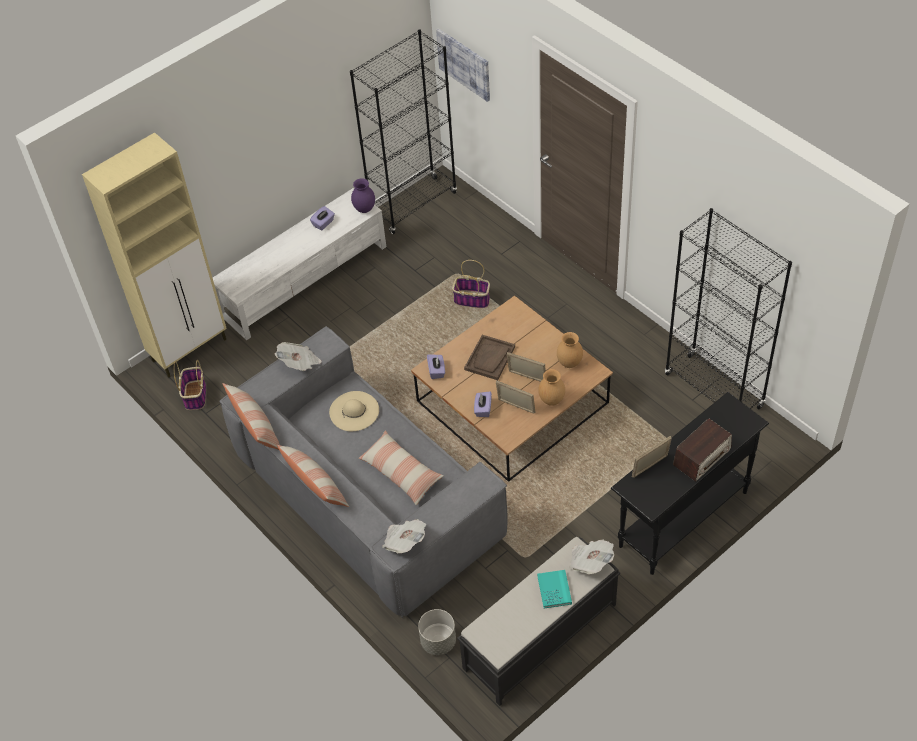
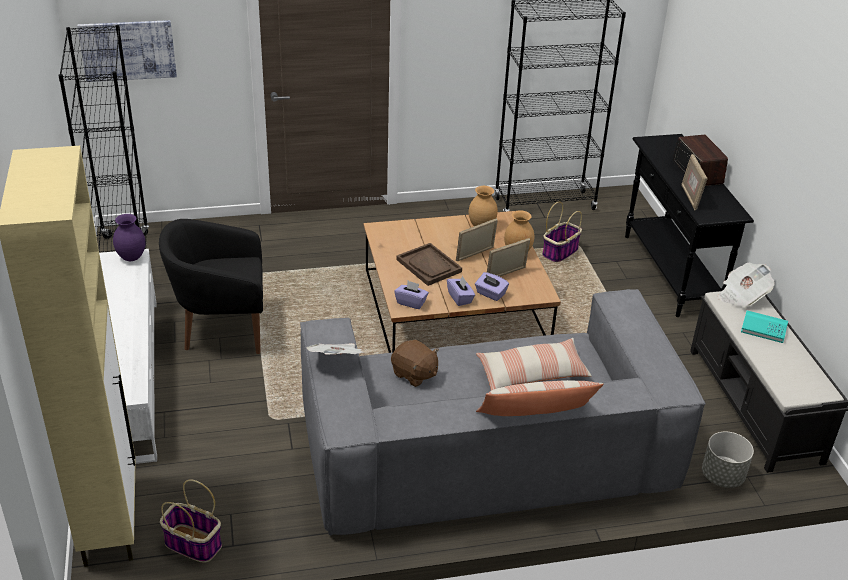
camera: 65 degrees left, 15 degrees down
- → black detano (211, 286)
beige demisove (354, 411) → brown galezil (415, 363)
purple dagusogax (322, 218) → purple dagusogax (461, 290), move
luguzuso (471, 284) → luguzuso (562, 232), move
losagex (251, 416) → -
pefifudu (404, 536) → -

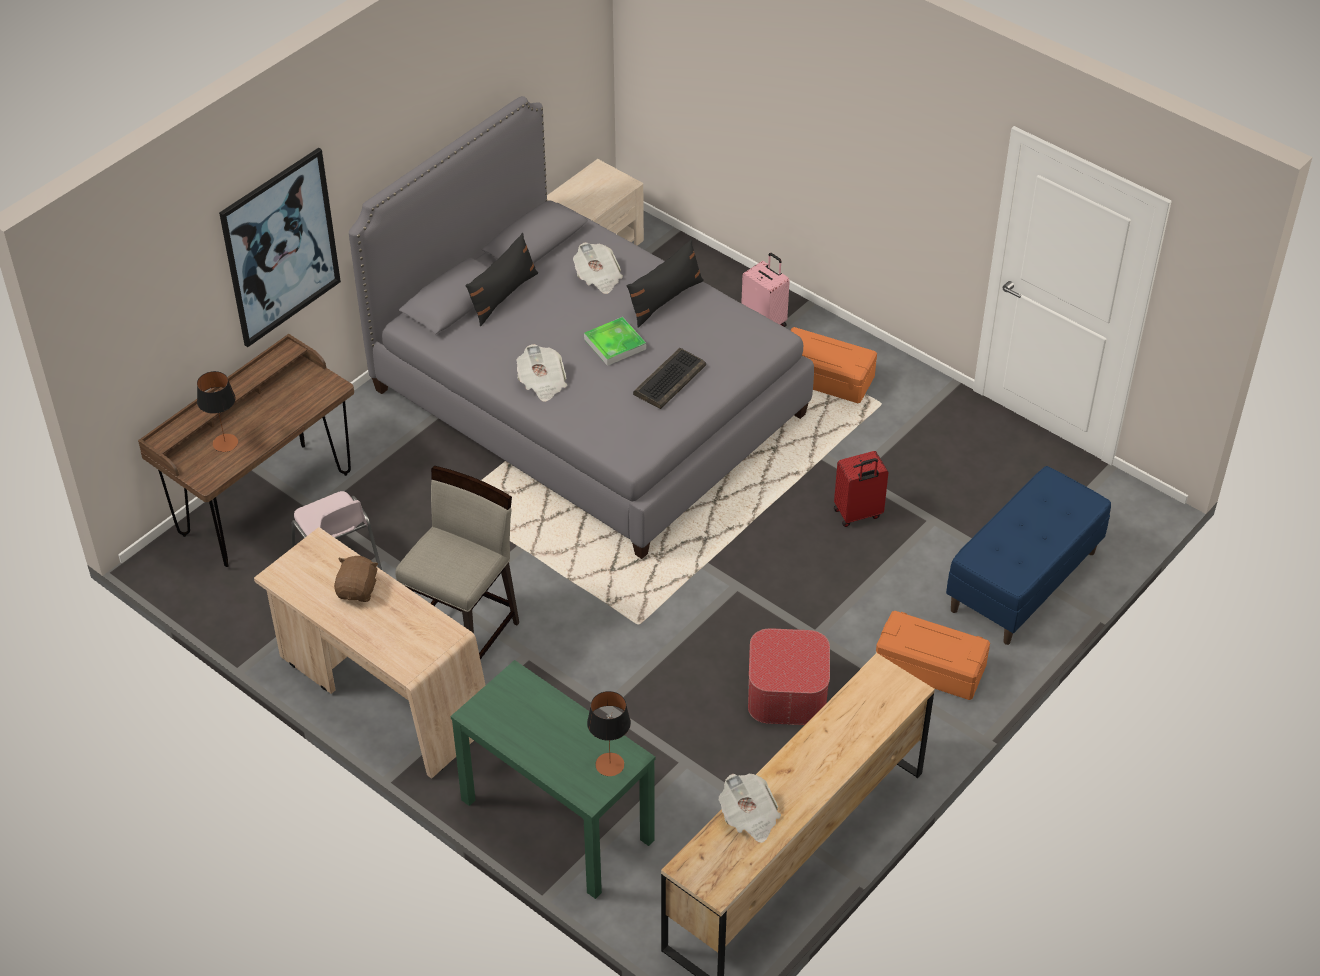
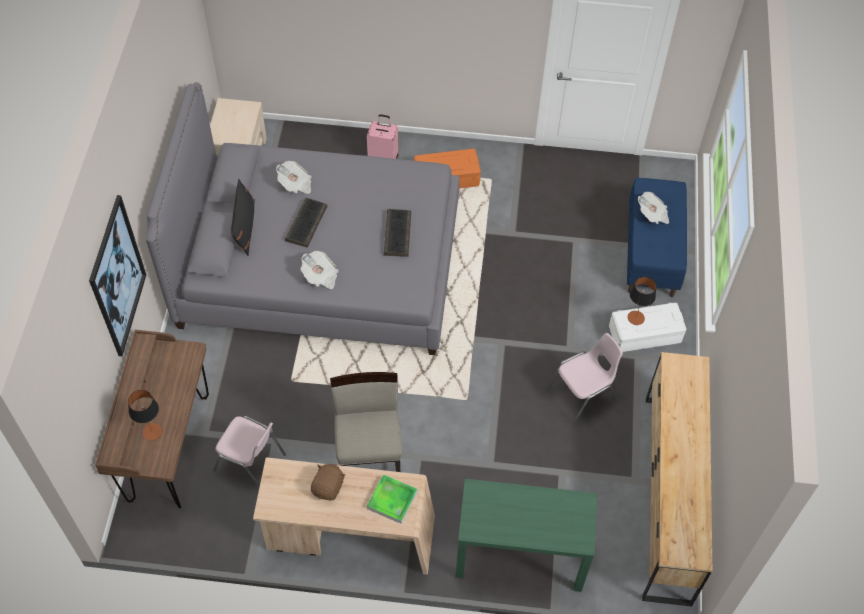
camera: 35 degrees left, 10 degrees up
- → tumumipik (306, 222)
brown galezil (356, 579) → brown galezil (328, 482), 45 degrees clockwise
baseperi (615, 341) → baseperi (392, 499), move
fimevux (789, 676) → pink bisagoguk (585, 379)
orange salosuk (933, 655) → white salosuk (647, 327)
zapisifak (609, 733) → zapisifak (642, 301), move
pefifudu (750, 808) → pefifudu (653, 208), move
black losagex (665, 283) → -
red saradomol (861, 489) → -

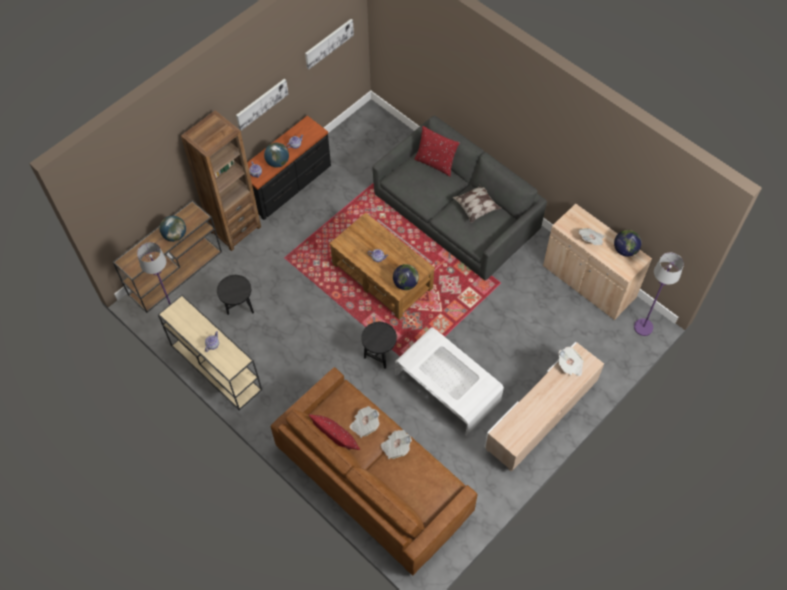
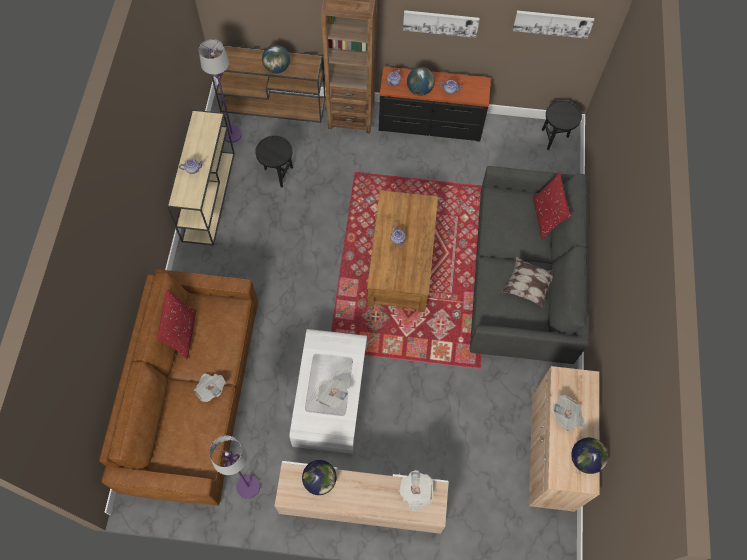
camera: 50 degrees right, 5 degrees up
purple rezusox (659, 294) → purple rezusox (234, 467), move
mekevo (406, 277) → mekevo (319, 477), move
pefifudu (364, 422) → pefifudu (332, 393), move
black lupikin (379, 345) → black lupikin (562, 125), move

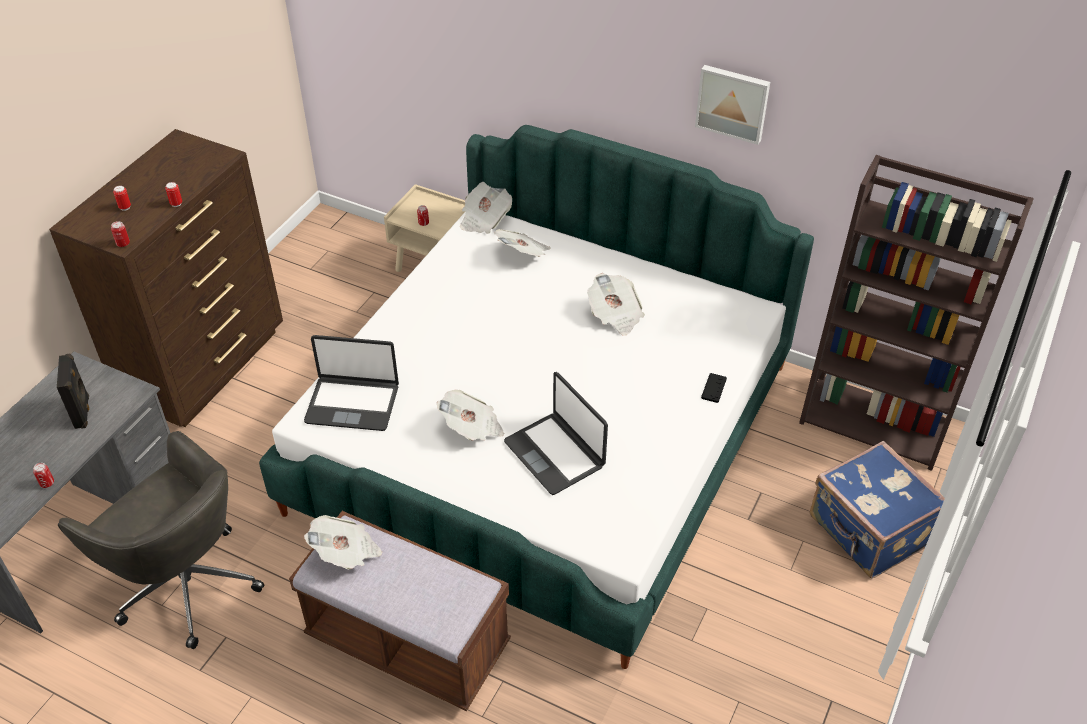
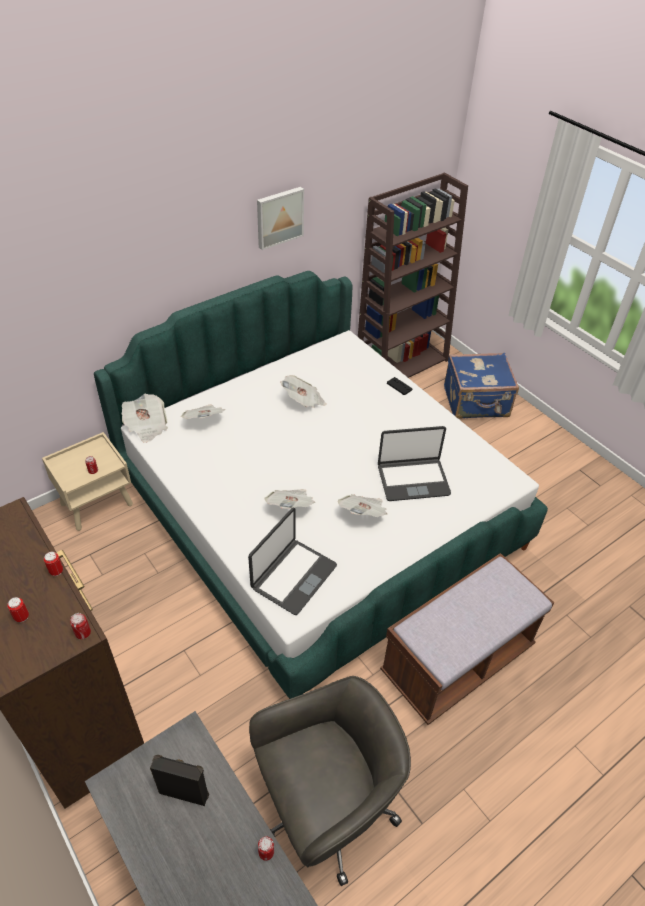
camera: 65 degrees left, 0 degrees up
pefifudu (343, 542) → pefifudu (290, 499), move

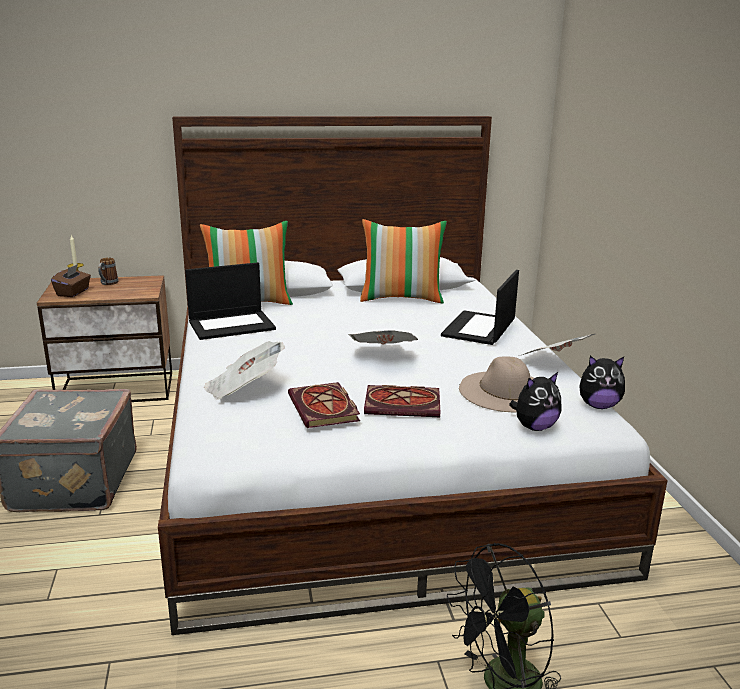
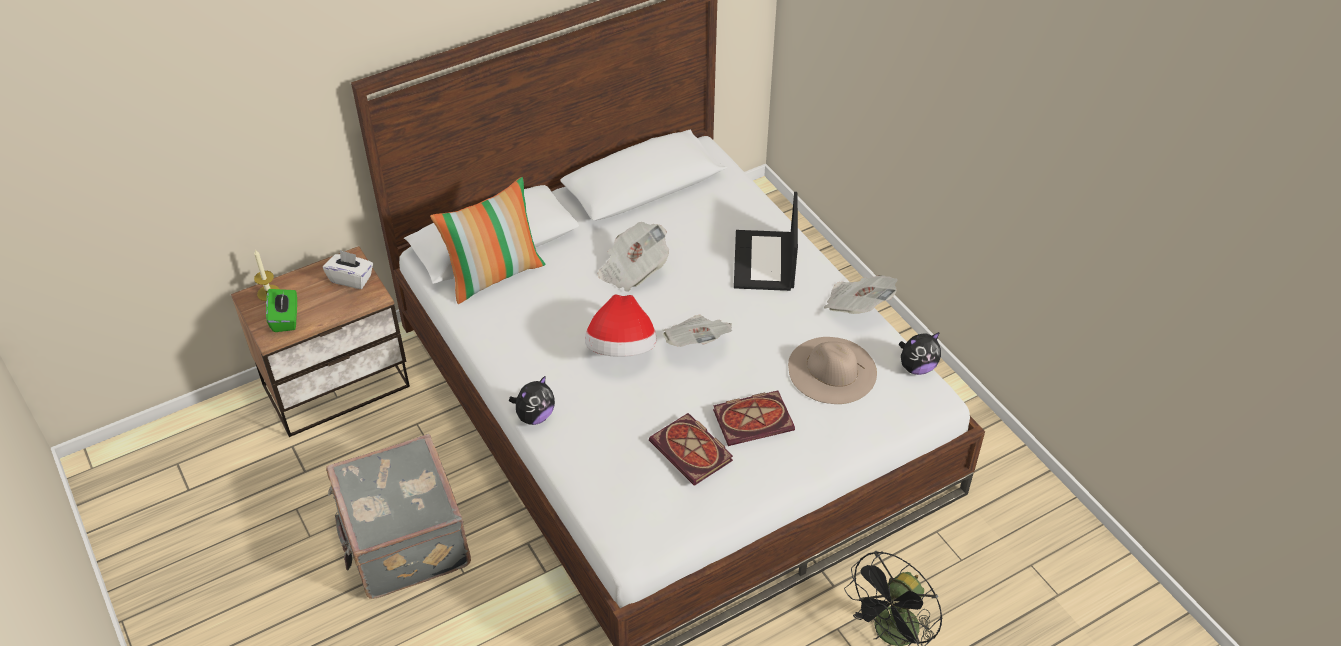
camera: 20 degrees left, 25 degrees up
brown dagusogax (71, 280) → green dagusogax (281, 310)
- → white dagusogax (348, 269)
galezil (535, 401) → galezil (532, 400), move
- → demisove (620, 326)
pefifudu (244, 370) → pefifudu (633, 257), move
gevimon (108, 271) → -
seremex (230, 301) → -
losagex (403, 261) → -

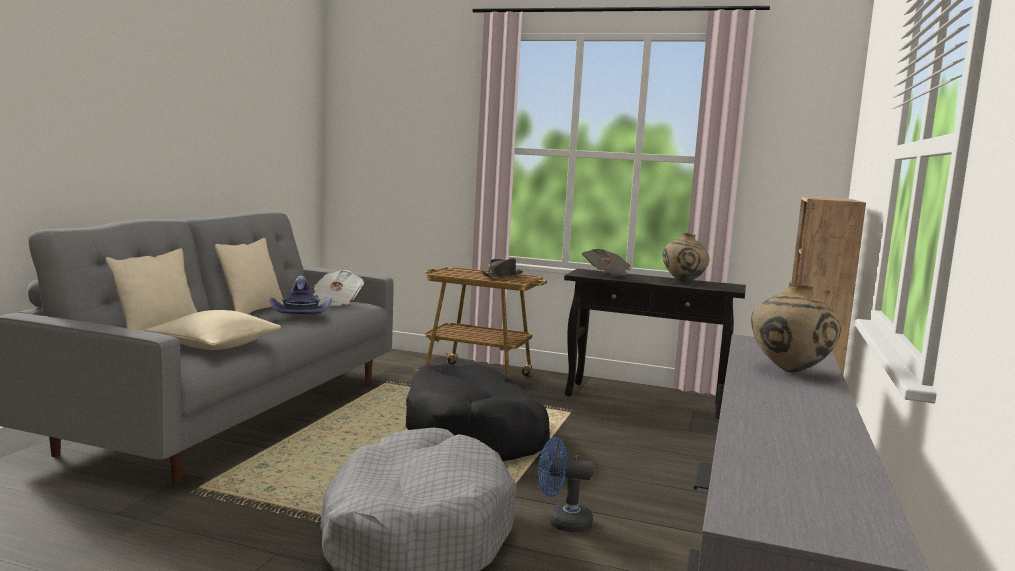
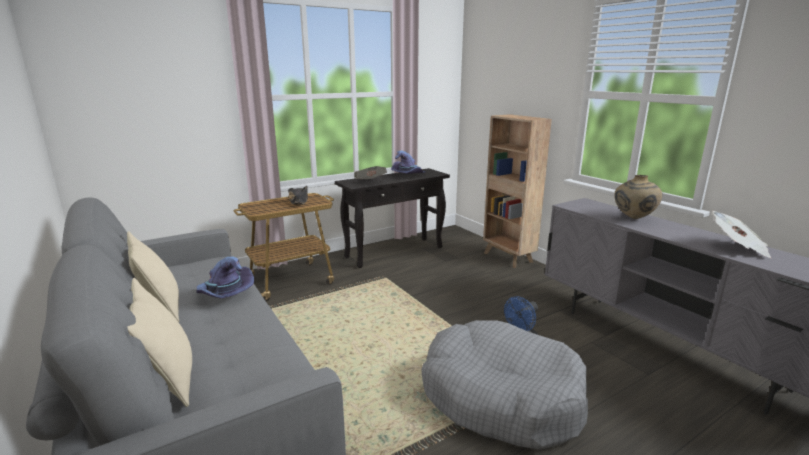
camera: 50 degrees left, 10 degrees up
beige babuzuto (686, 257) → purple demisove (408, 162)
pefifudu (338, 288) → pefifudu (741, 234), move
beige losagex (212, 330) → -
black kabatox (478, 412) → -

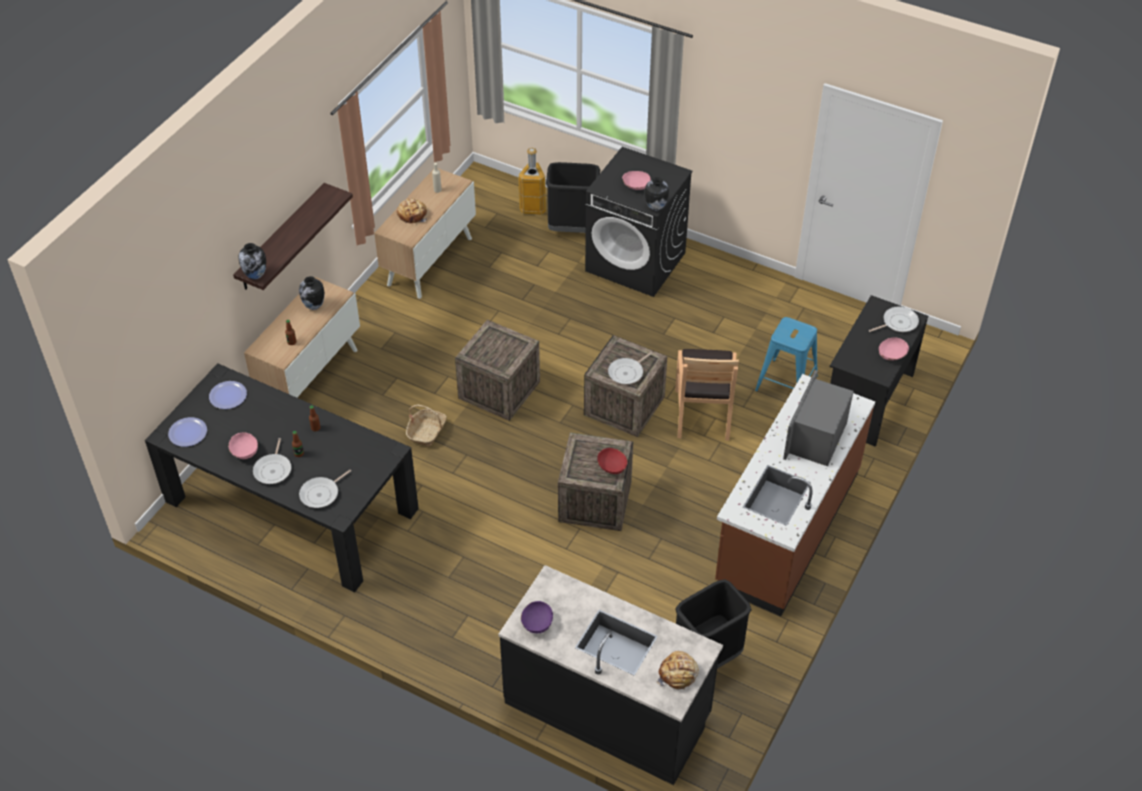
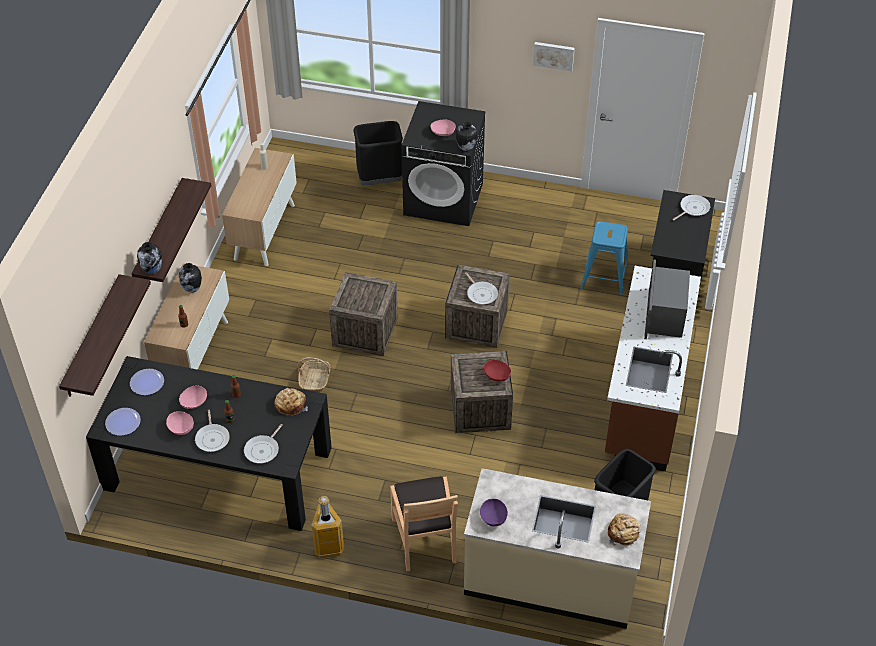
camera: 15 degrees left, 0 degrees up
- → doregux (105, 335)
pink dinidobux (894, 349) → pink dinidobux (193, 397), move
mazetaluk (412, 211) → mazetaluk (291, 402), move
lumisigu (532, 181) → lumisigu (328, 527), move
brown bisagoguk (707, 395) → brown bisagoguk (424, 523), move
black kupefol (610, 675) → beige kupefol (557, 548)
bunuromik (630, 368) → bunuromik (481, 288), 60 degrees counterclockwise
- → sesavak (554, 56)

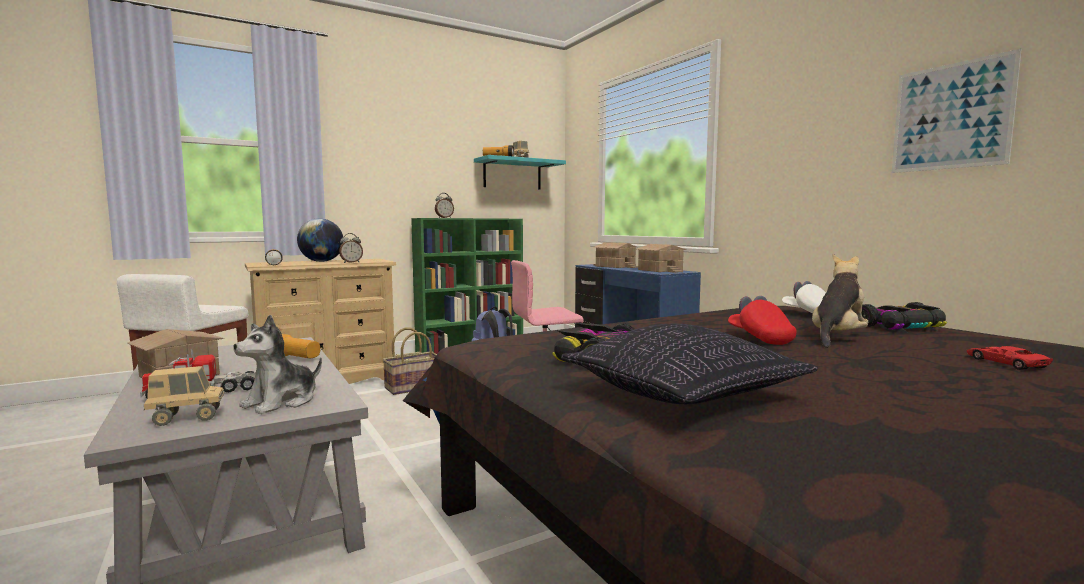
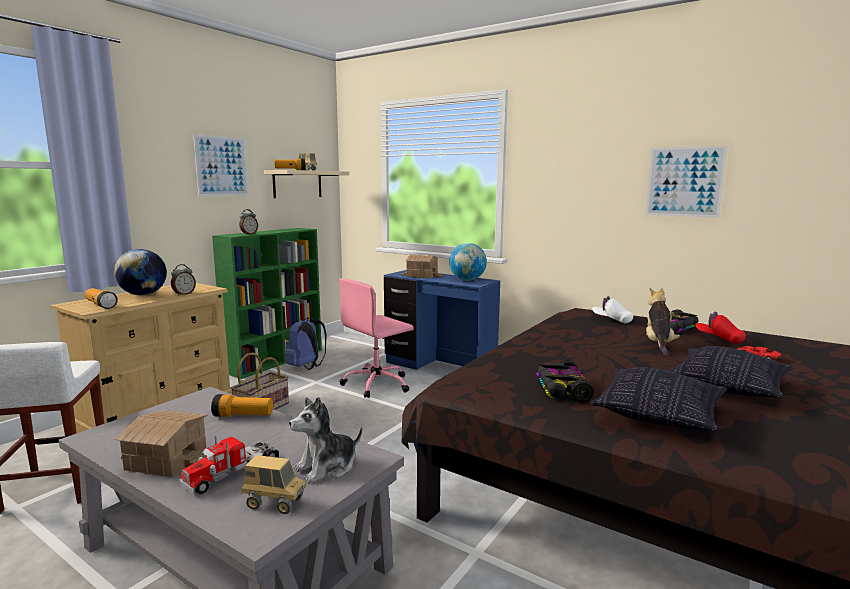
camera: 25 degrees left, 5 degrees up
- → sesavak (220, 165)
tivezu (184, 396) → tivezu (273, 484), 60 degrees clockwise
turquoise doregux (520, 172) → beige doregux (306, 184)
galezil (277, 365) → galezil (325, 440), 45 degrees clockwise
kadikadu (661, 258) → mekevo (468, 262)
- → losagex (732, 371)
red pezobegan (762, 320) → red pezobegan (721, 328), move

